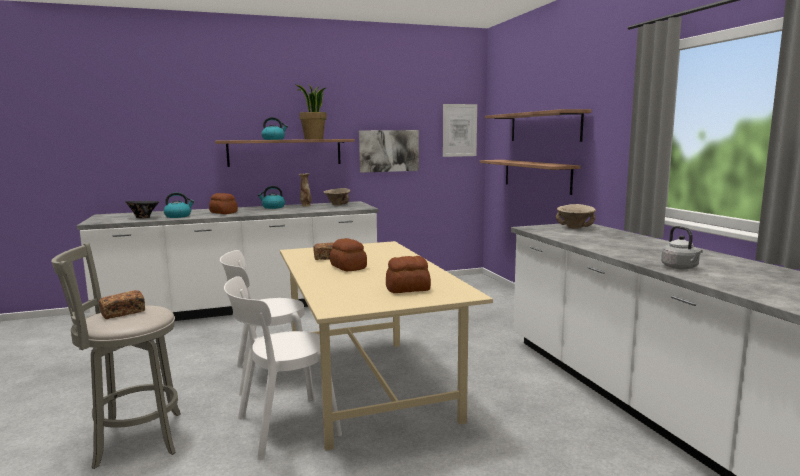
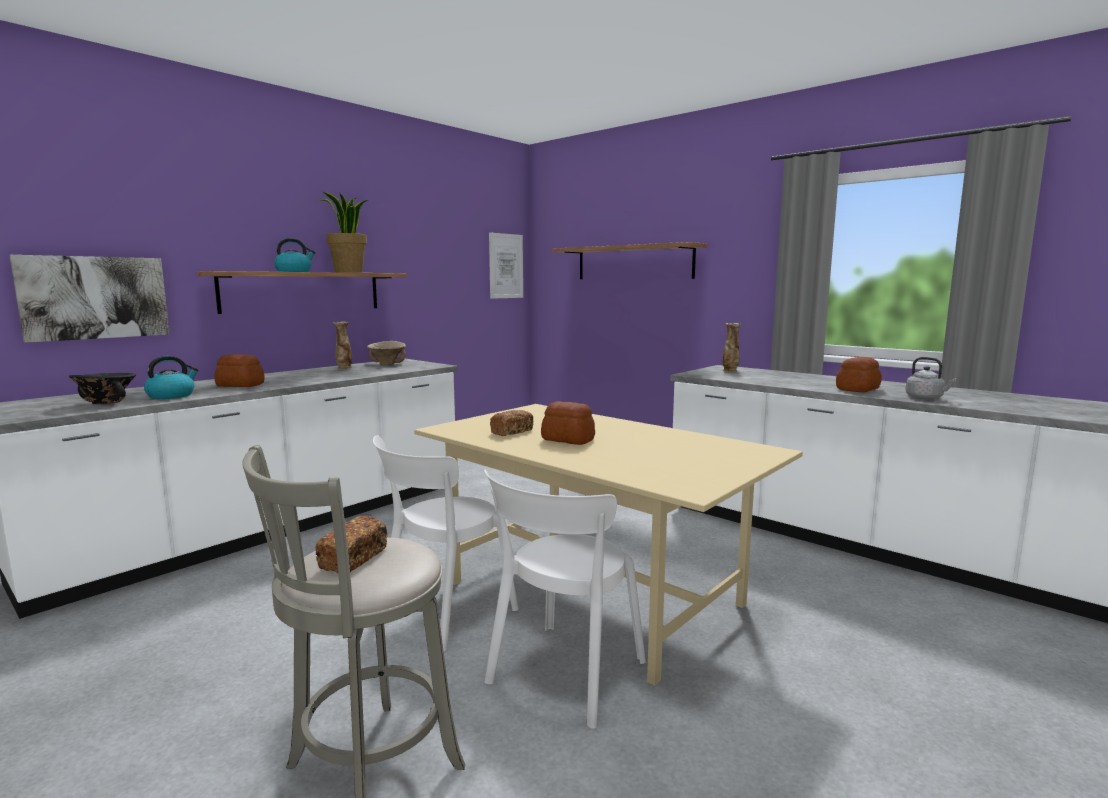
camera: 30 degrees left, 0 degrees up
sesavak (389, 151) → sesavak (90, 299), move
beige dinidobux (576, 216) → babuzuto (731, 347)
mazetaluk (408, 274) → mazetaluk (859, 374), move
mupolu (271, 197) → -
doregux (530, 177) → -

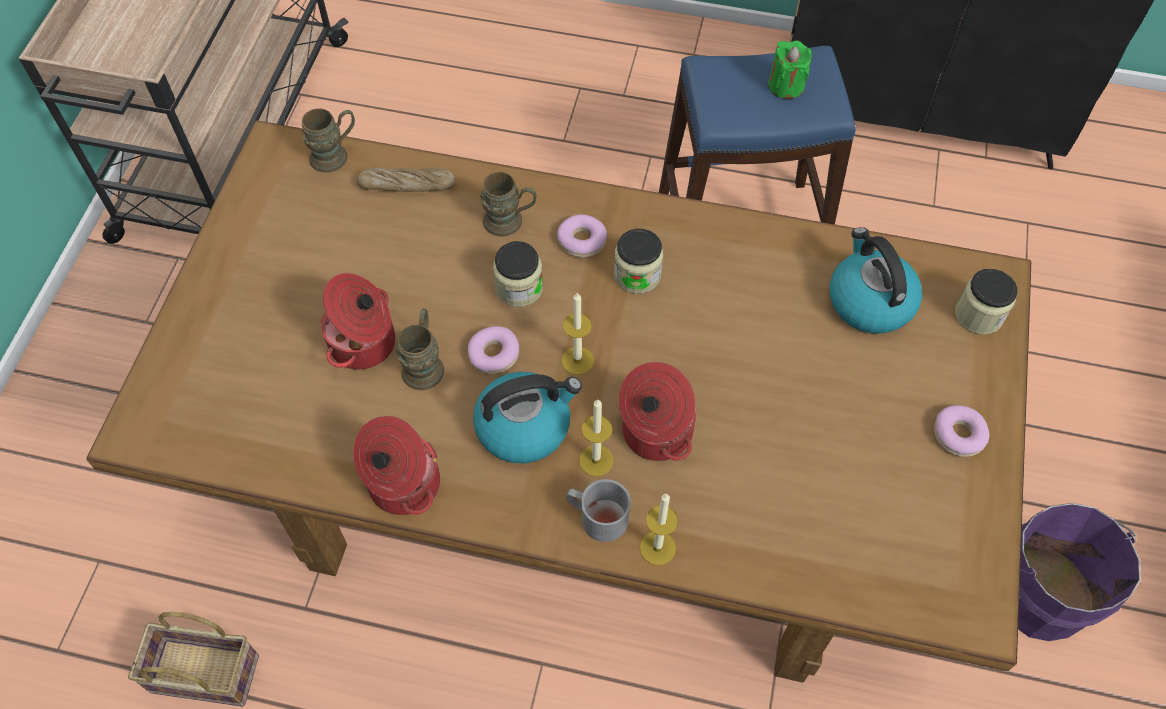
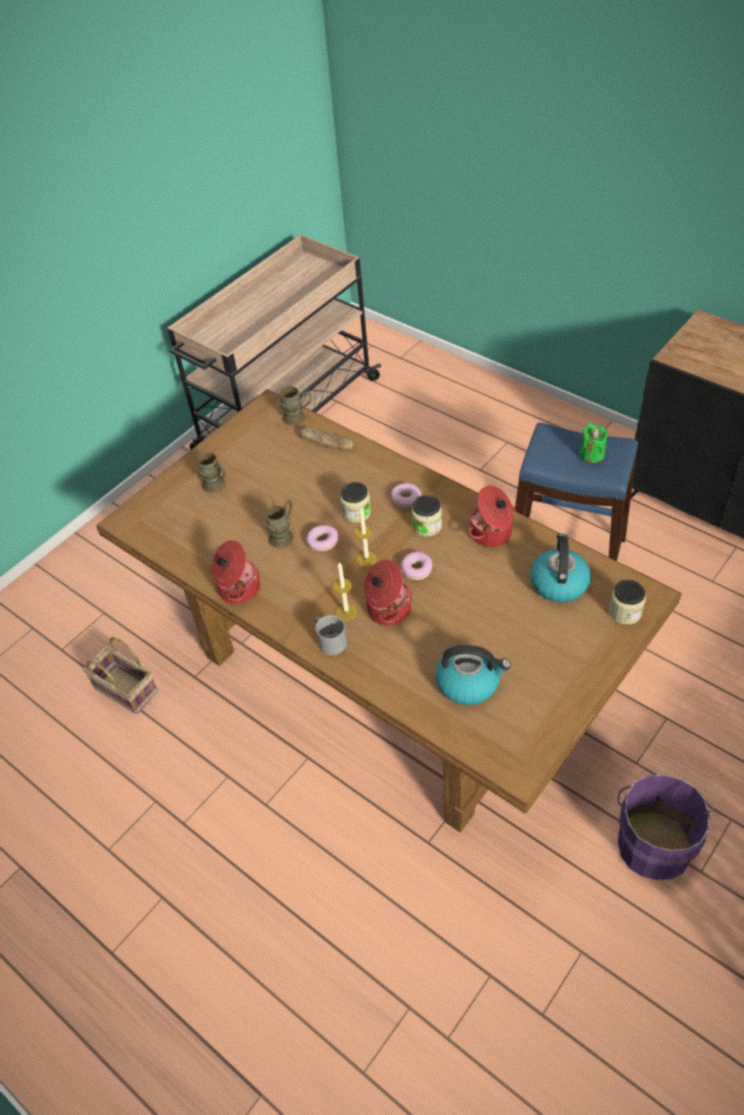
camera: 30 degrees right, 10 degrees down
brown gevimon (508, 204) → brown gevimon (211, 472), move
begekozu (961, 431) → begekozu (416, 566), move
mupolu (527, 417) → mupolu (473, 675), move
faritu (358, 321) → faritu (491, 516), move
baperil (659, 529) → -

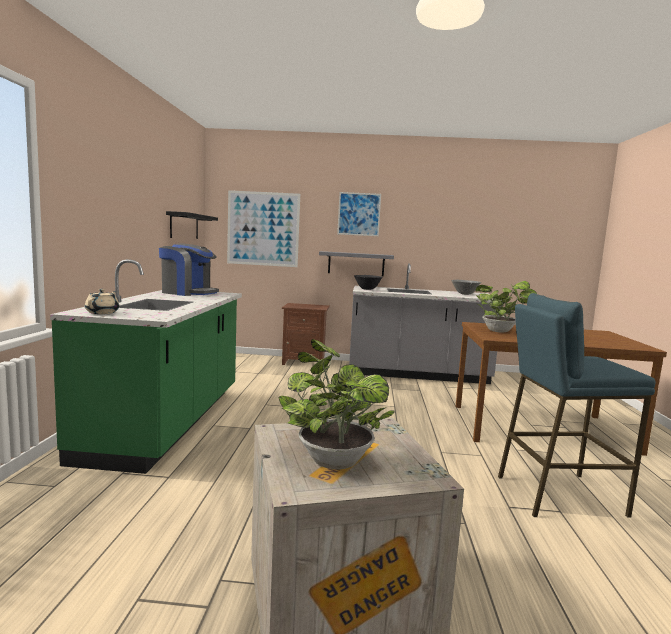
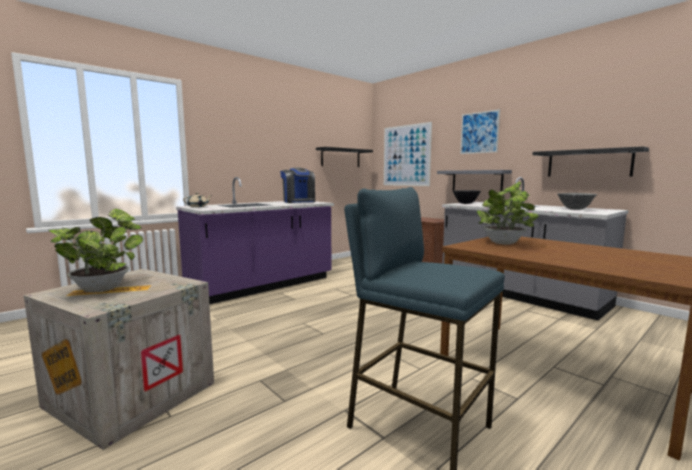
camera: 45 degrees right, 0 degrees up
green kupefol (146, 366) → purple kupefol (255, 240)
- → black doregux (591, 161)

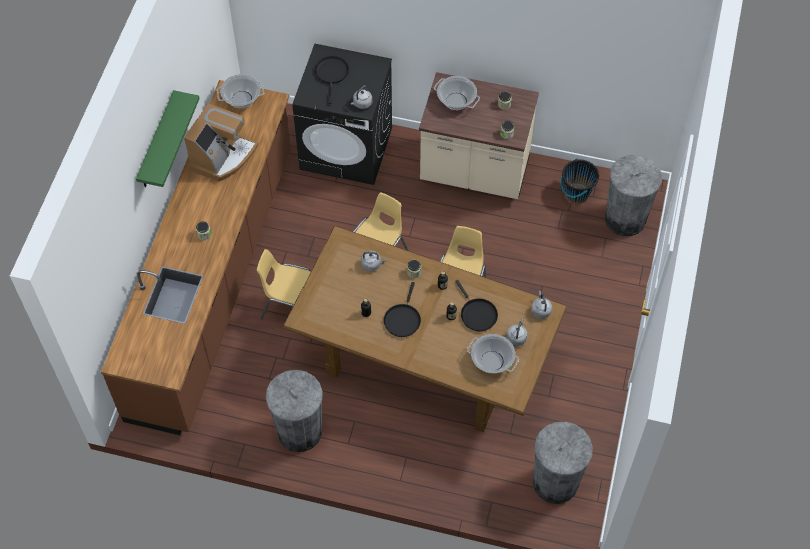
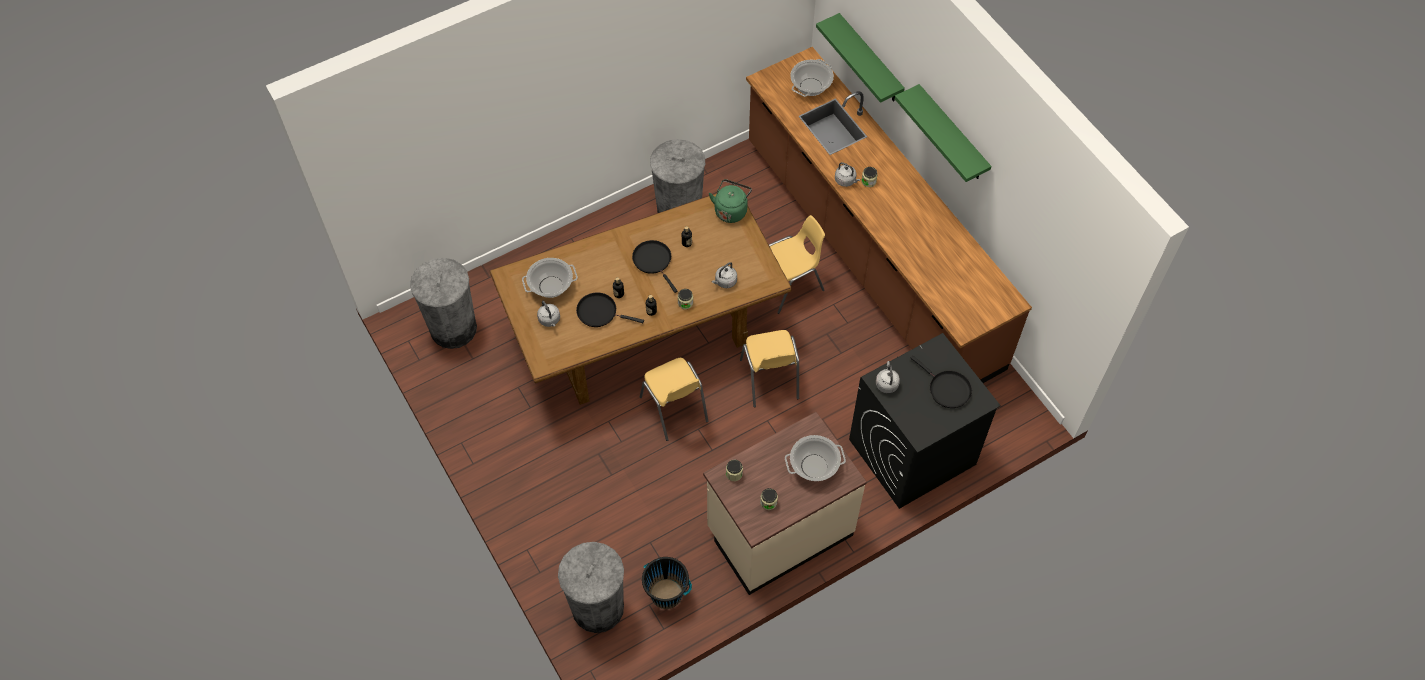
camera: 135 degrees right, 0 degrees up
- → green mupolu (730, 201)
faritu (240, 91) → faritu (812, 78), move
- → green doregux (860, 58)
grey mupolu (541, 305) → grey mupolu (847, 174), move
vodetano (221, 142) → -

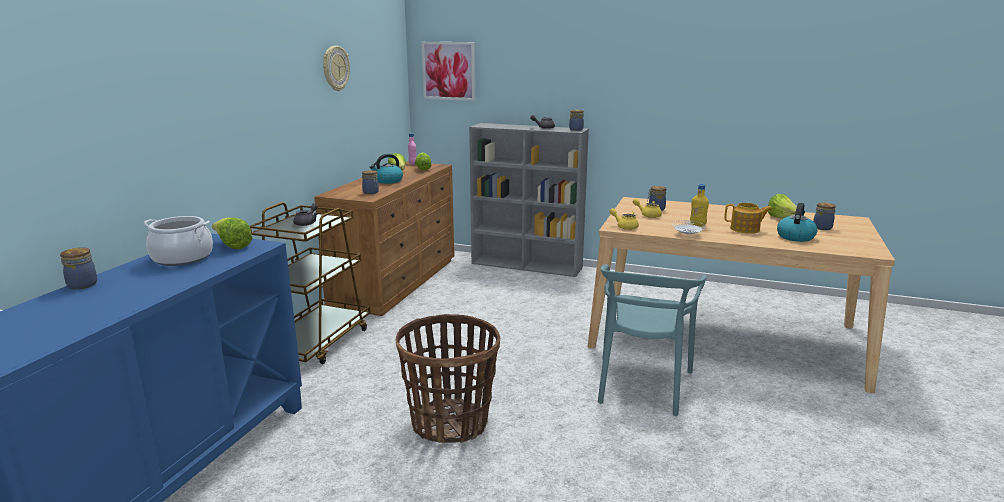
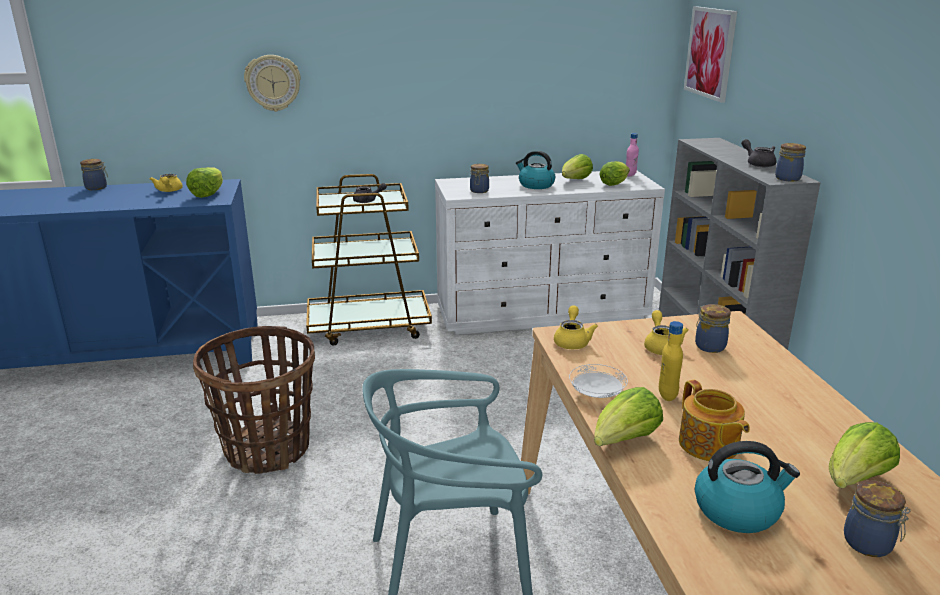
camera: 60 degrees right, 5 degrees up
faritu (178, 241) → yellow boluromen (166, 183)
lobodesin (336, 68) → lobodesin (272, 83), move
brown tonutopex (384, 238) → white tonutopex (550, 253)
- → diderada (628, 416)

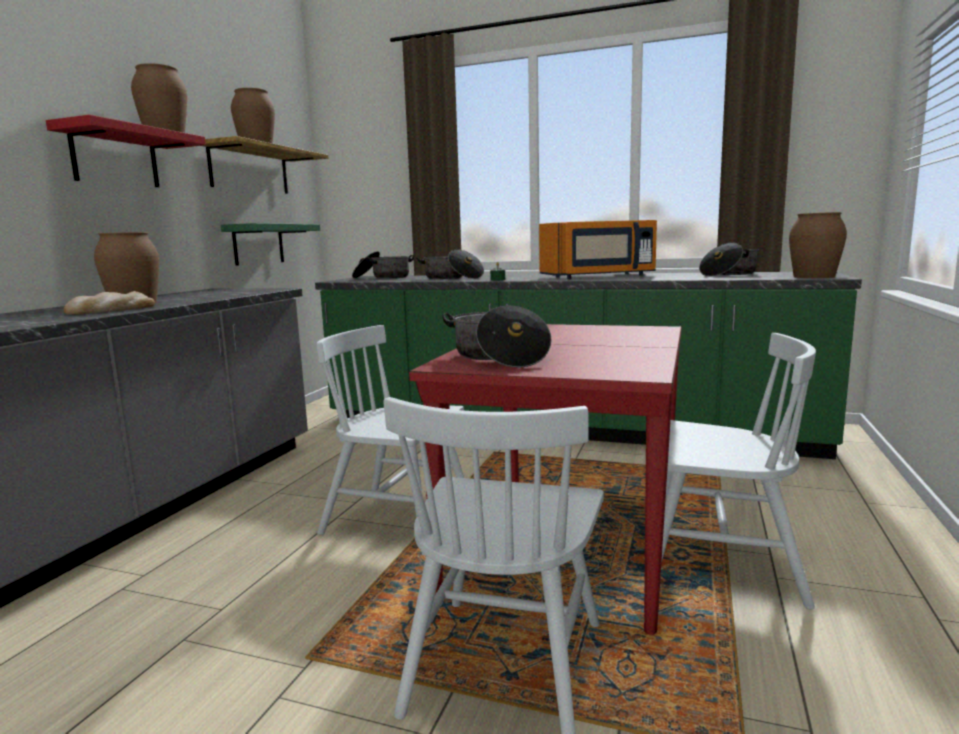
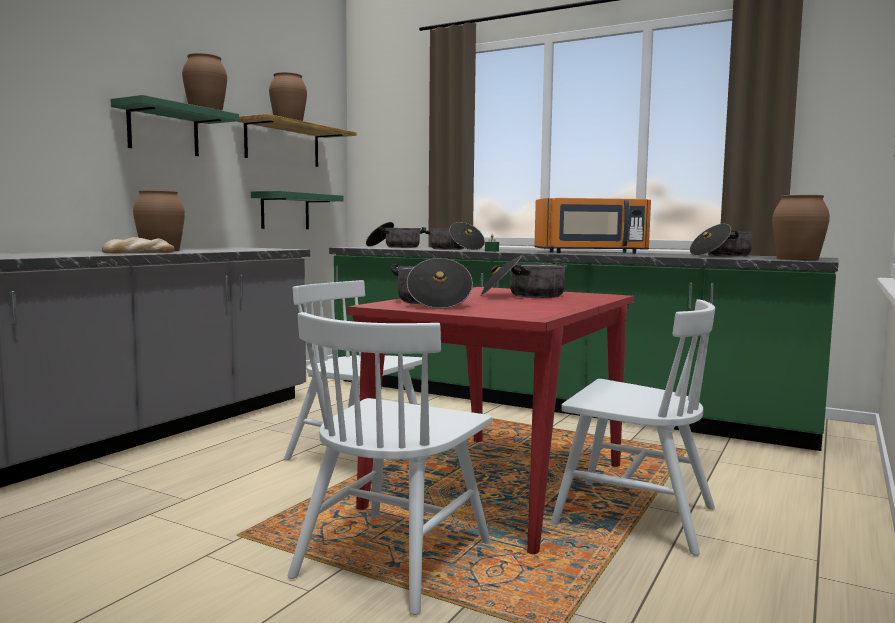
camera: 10 degrees right, 5 degrees down
red doregux (126, 151) → green doregux (175, 125)
- → faritu (523, 277)

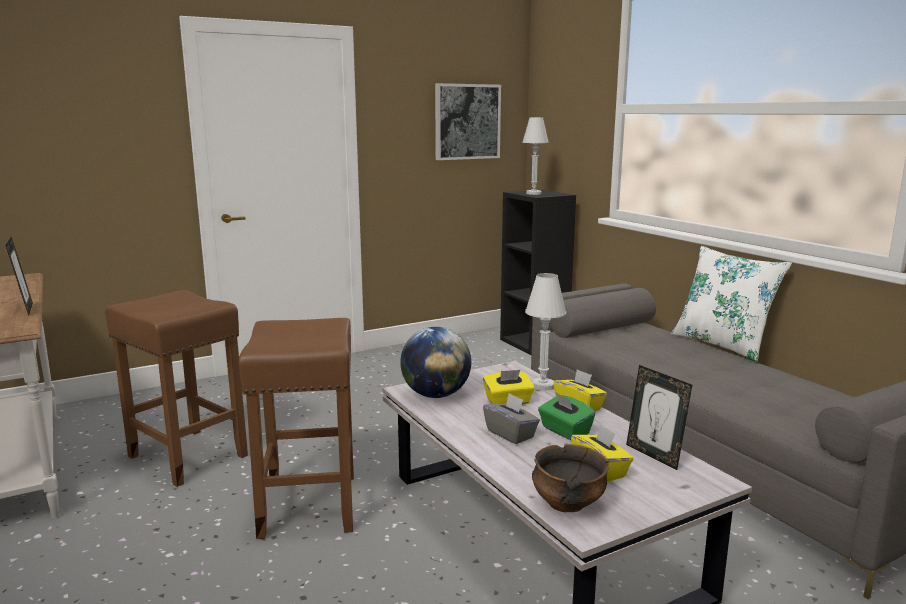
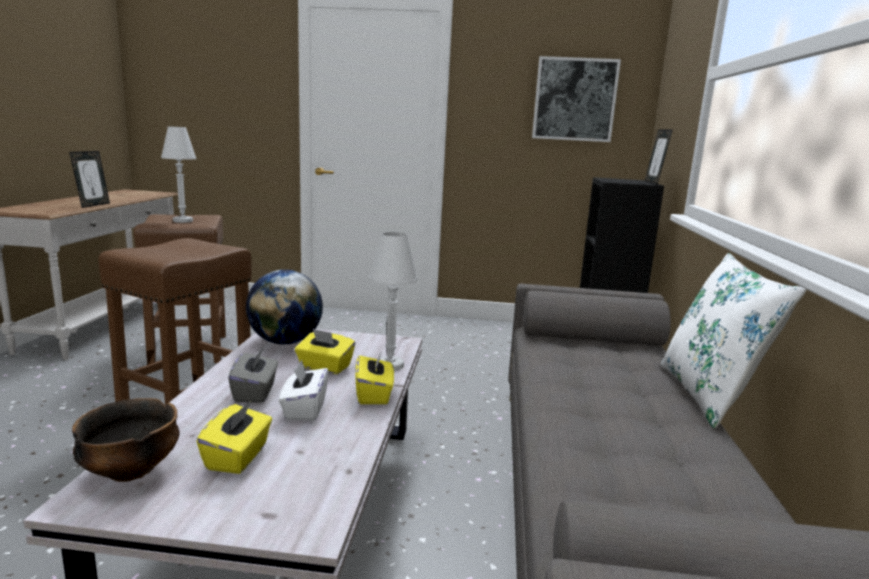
camera: 35 degrees right, 0 degrees up
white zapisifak (535, 156) → white zapisifak (178, 174), move
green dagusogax (567, 416) → white dagusogax (304, 390)
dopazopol (659, 417) → dopazopol (658, 157), move

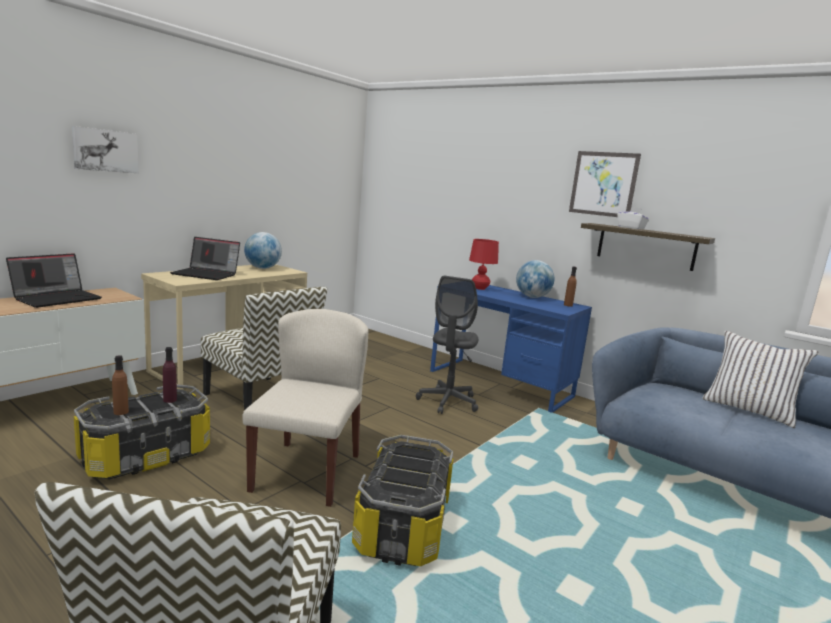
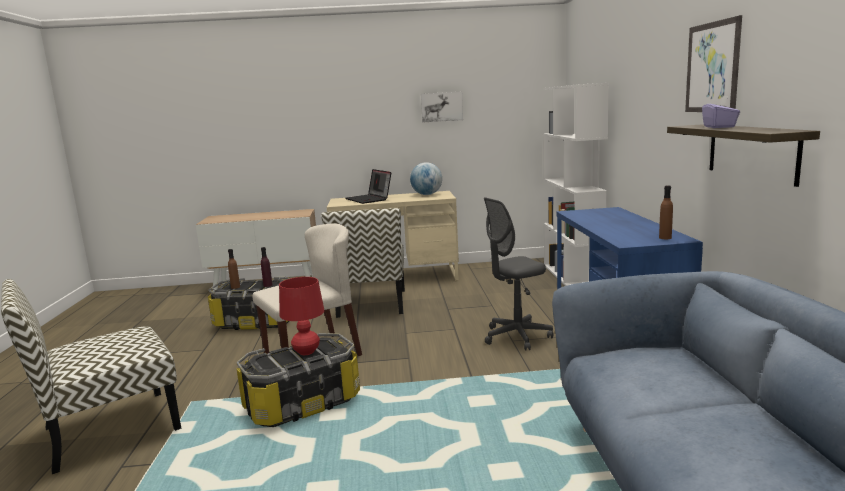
camera: 50 degrees right, 0 degrees up
red zapisifak (484, 264) → red zapisifak (301, 316), move
sesavak (105, 149) → sesavak (442, 107), move
- → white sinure (576, 184)
white dagusogax (633, 218) → purple dagusogax (721, 112)
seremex (54, 280) → -
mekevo (535, 279) → -
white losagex (760, 379) → -

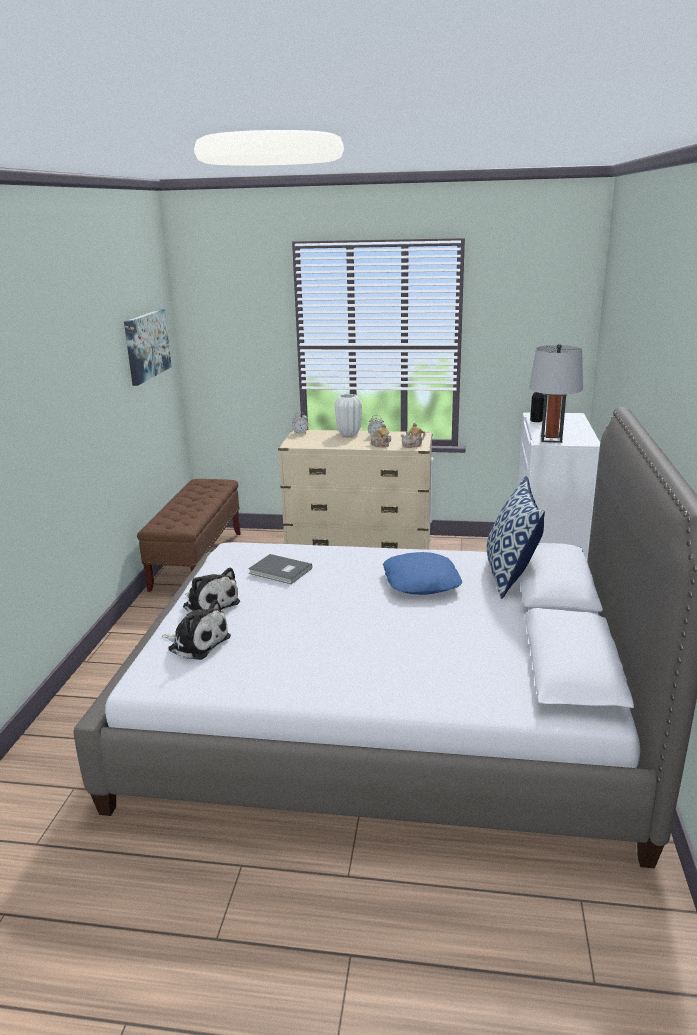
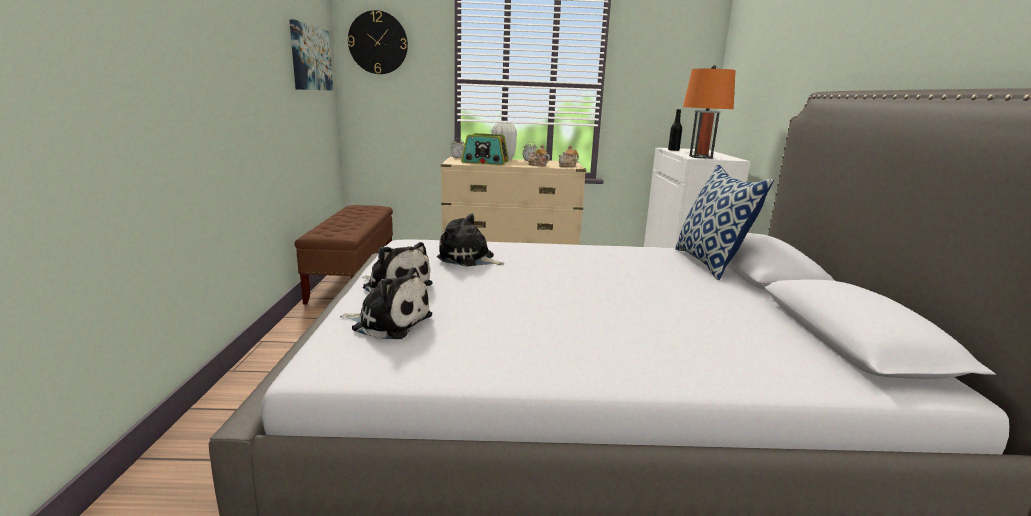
camera: 10 degrees left, 5 degrees down
- → lobodesin (378, 42)
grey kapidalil (280, 569) → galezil (471, 240)
- → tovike (485, 149)
grey zapisifak (556, 393) → orange zapisifak (709, 112)
blue losagex (422, 573) → -

